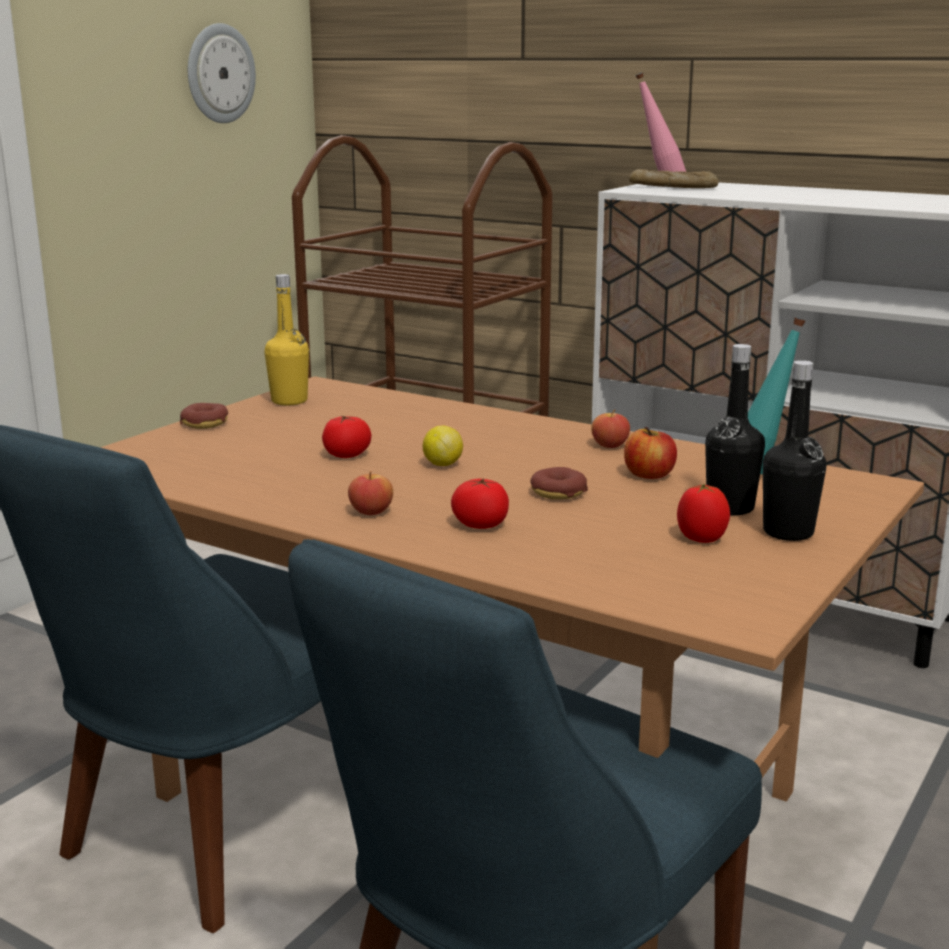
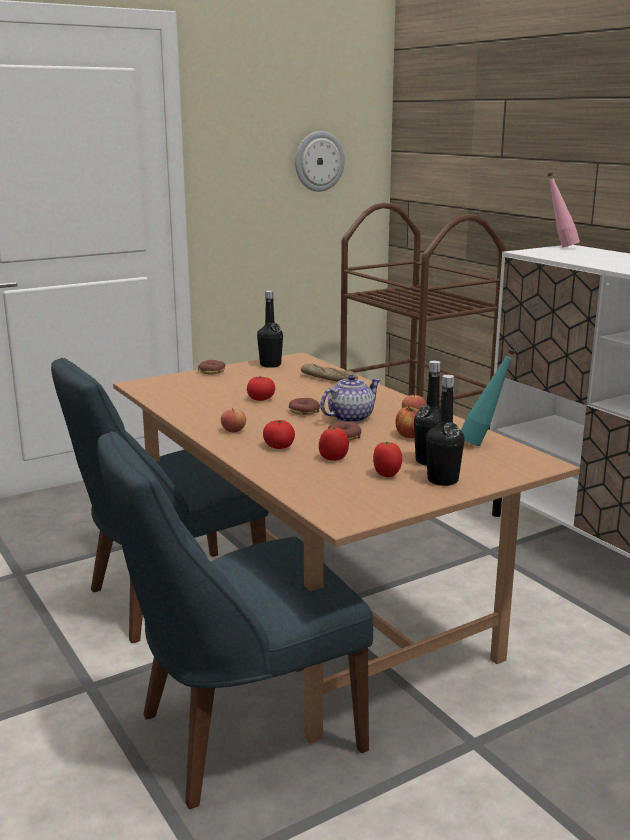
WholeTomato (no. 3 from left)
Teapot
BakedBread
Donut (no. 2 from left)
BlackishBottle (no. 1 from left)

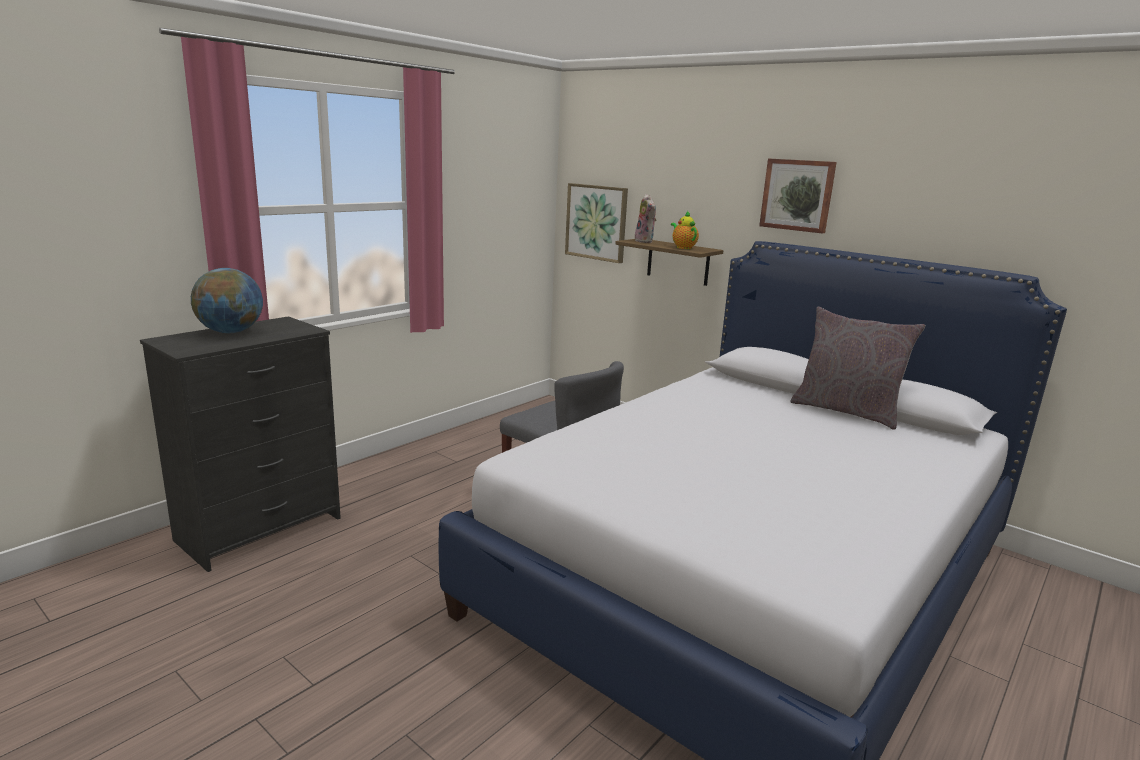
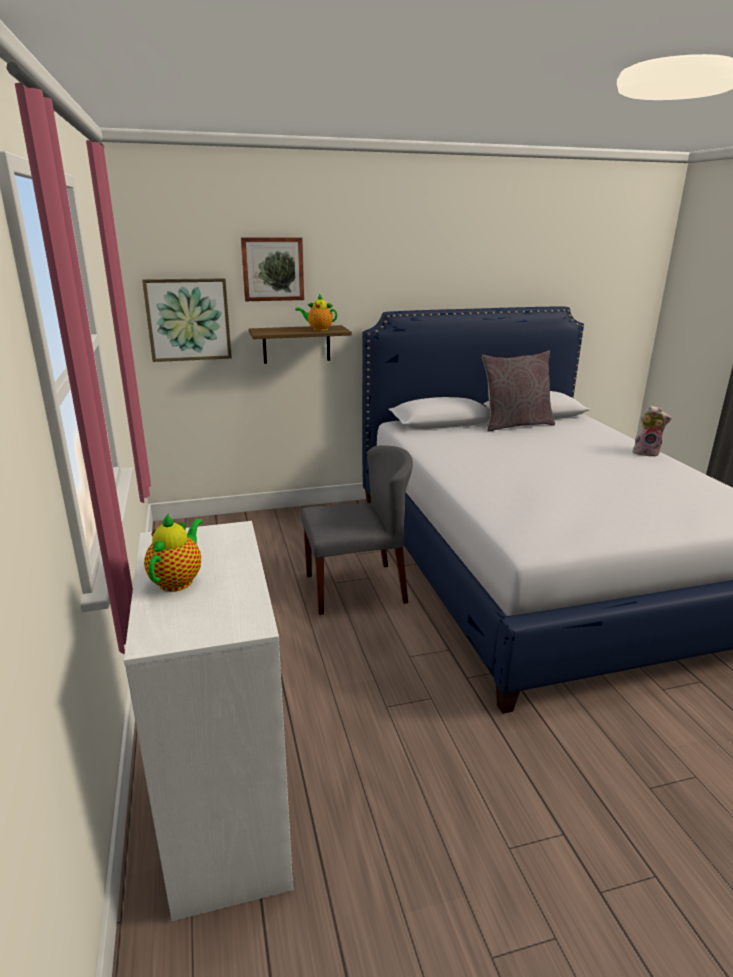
SoftToy
Picture (no. 2 from left)
Teapot (no. 1 from left)
WhiteColouredDrawerChest

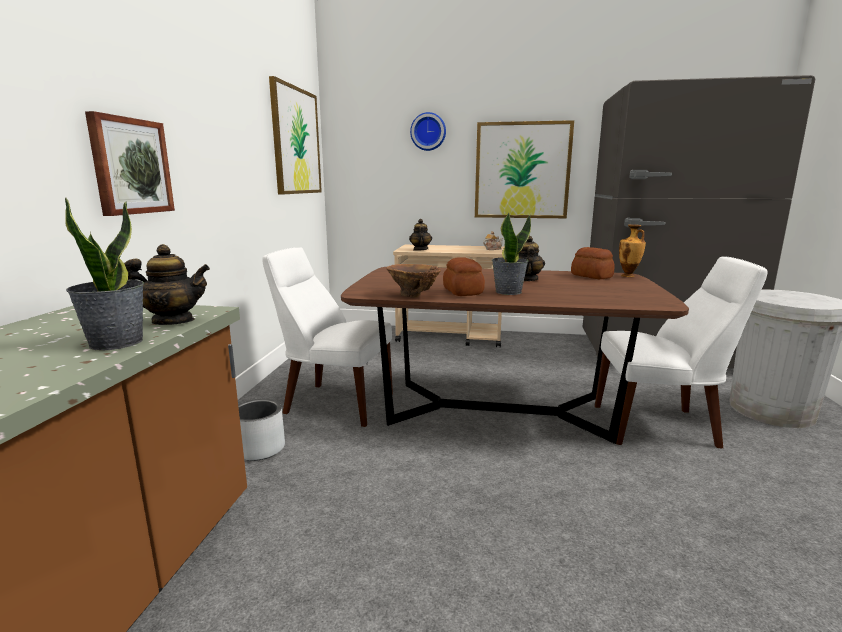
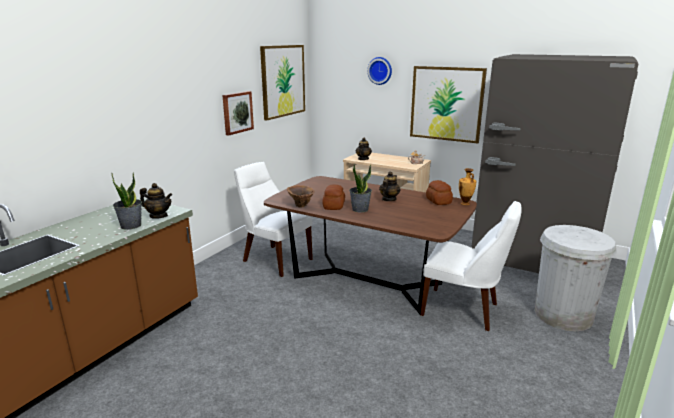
GrayPlanter
Picture (no. 1 from left)

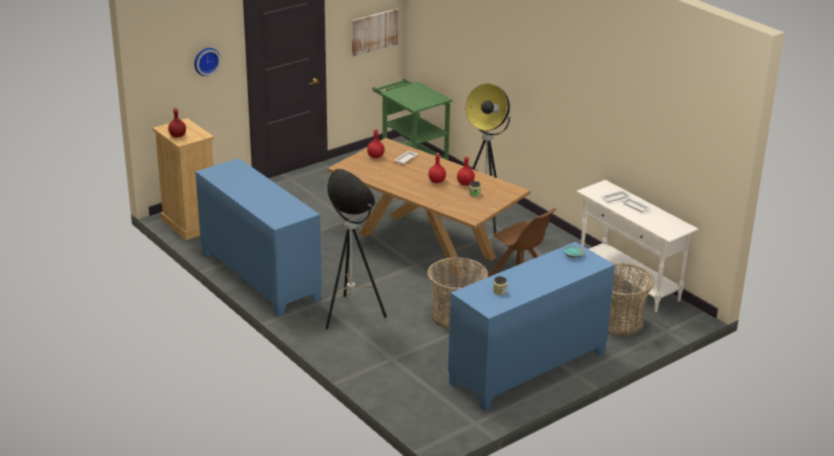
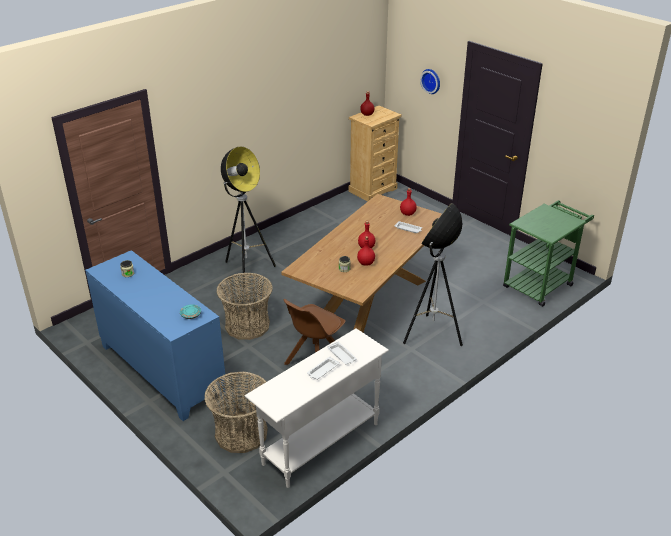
BlueColouredCupboard (no. 1 from left in the first image)
Picture

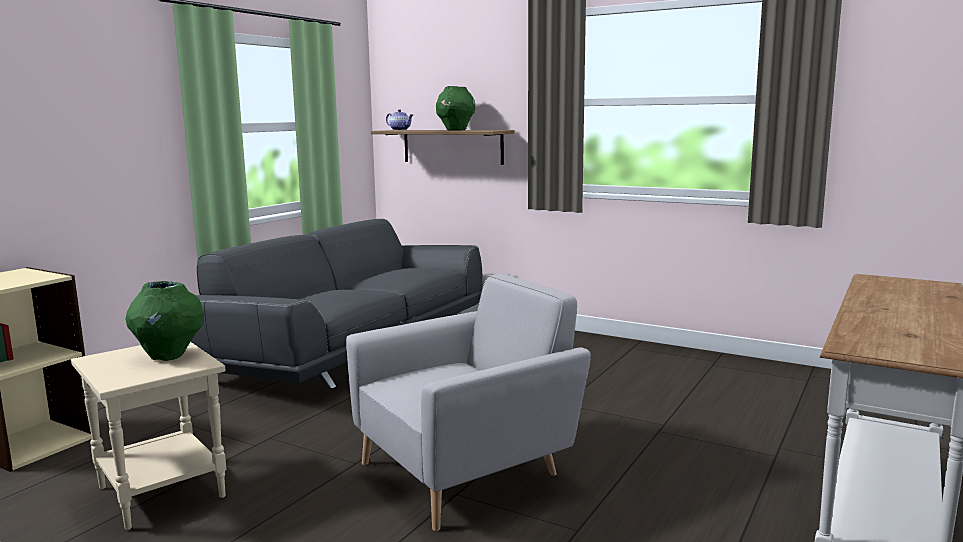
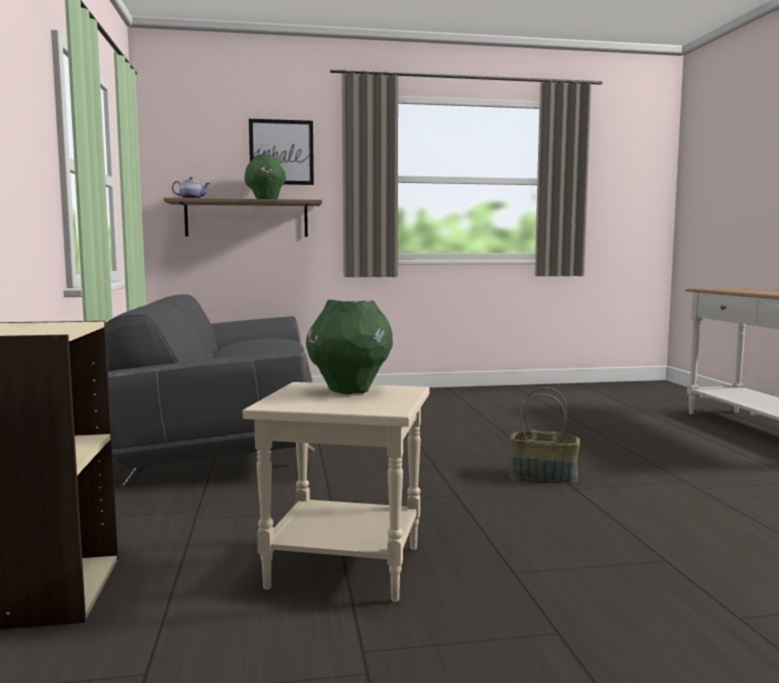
Picture
StorageBasket

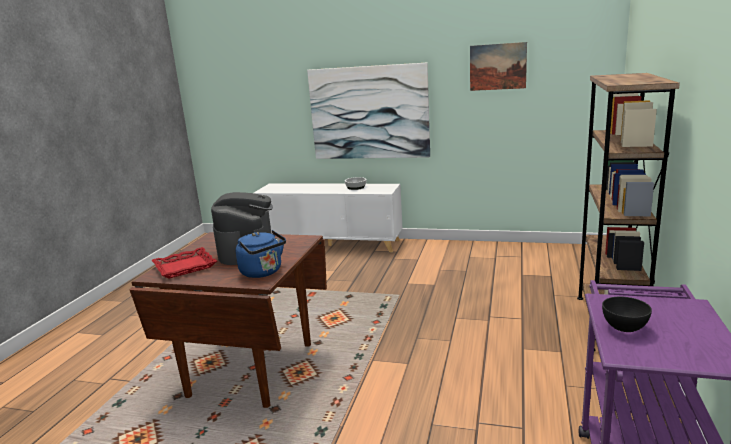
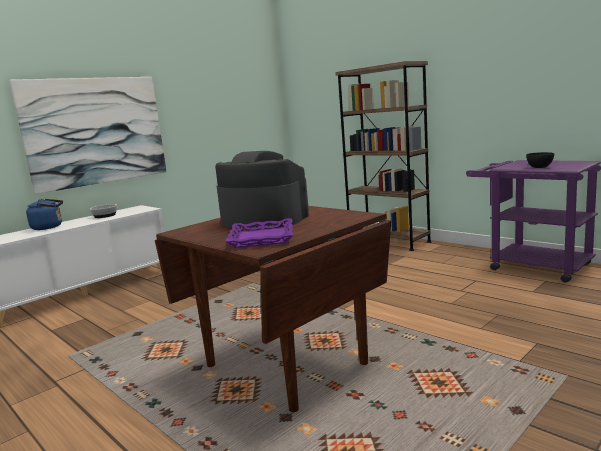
Picture (no. 2 from left in the first image)
BlueColouredWaterKettle
PurplishServingTray

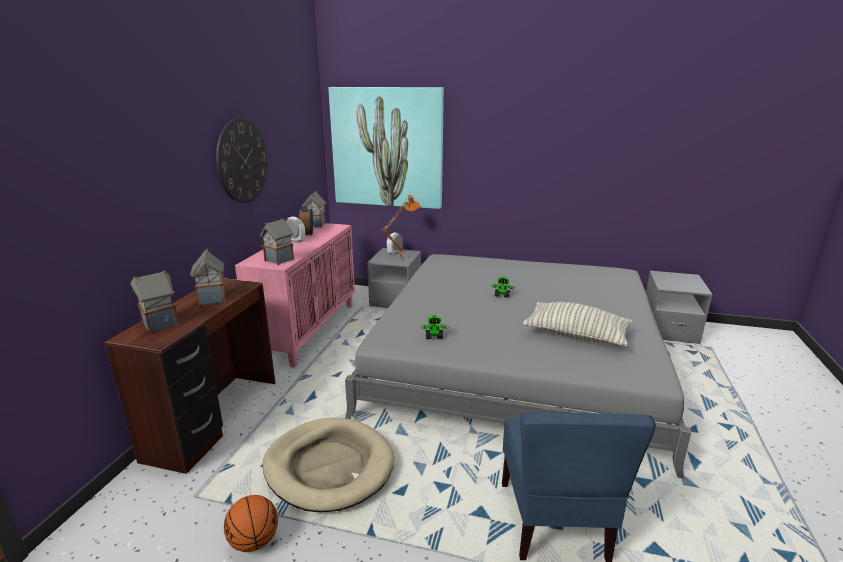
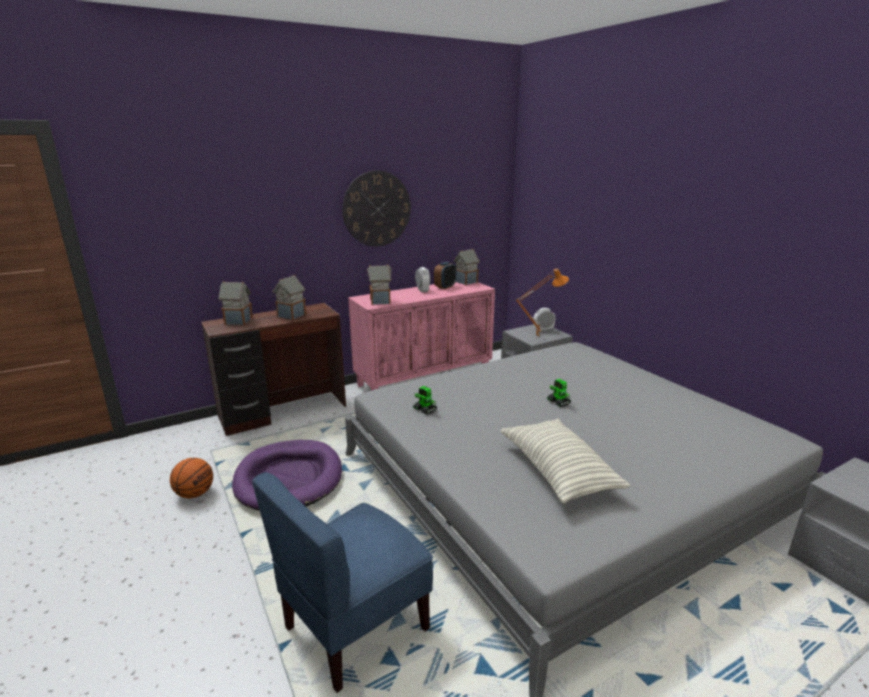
Picture
PurplishDogBed

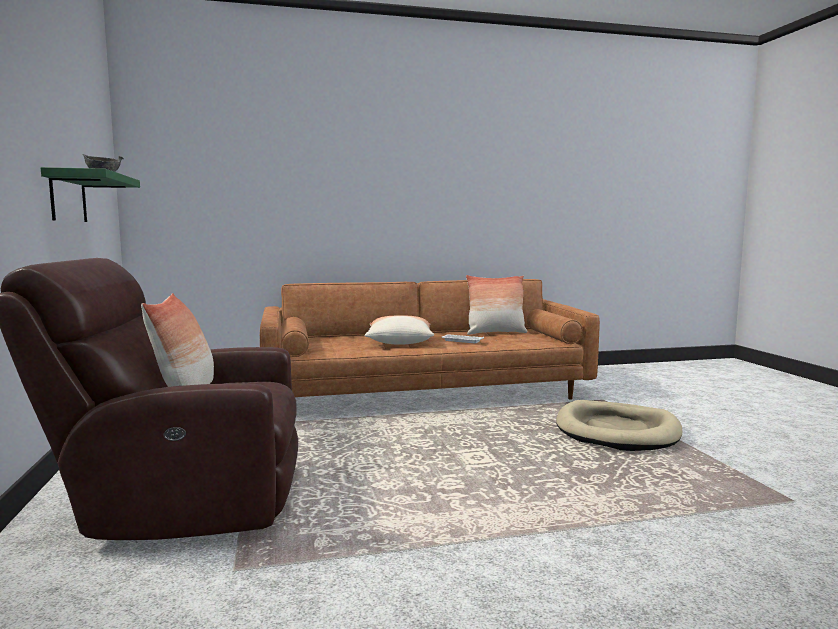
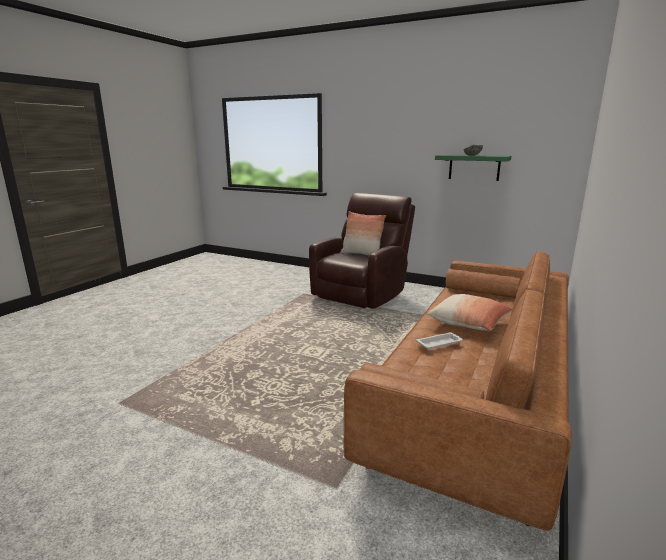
ThrowPillow (no. 3 from left in the first image)
SandColouredDogBed

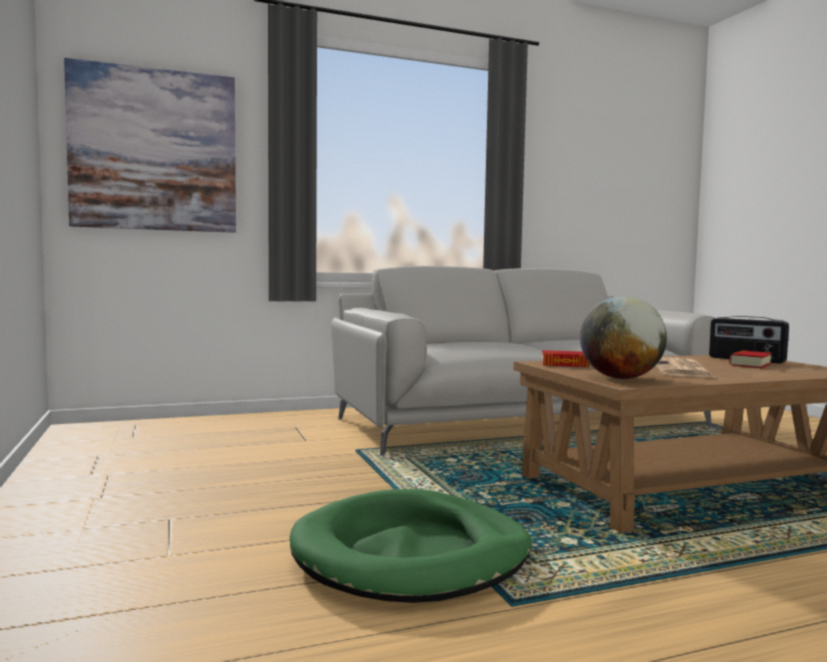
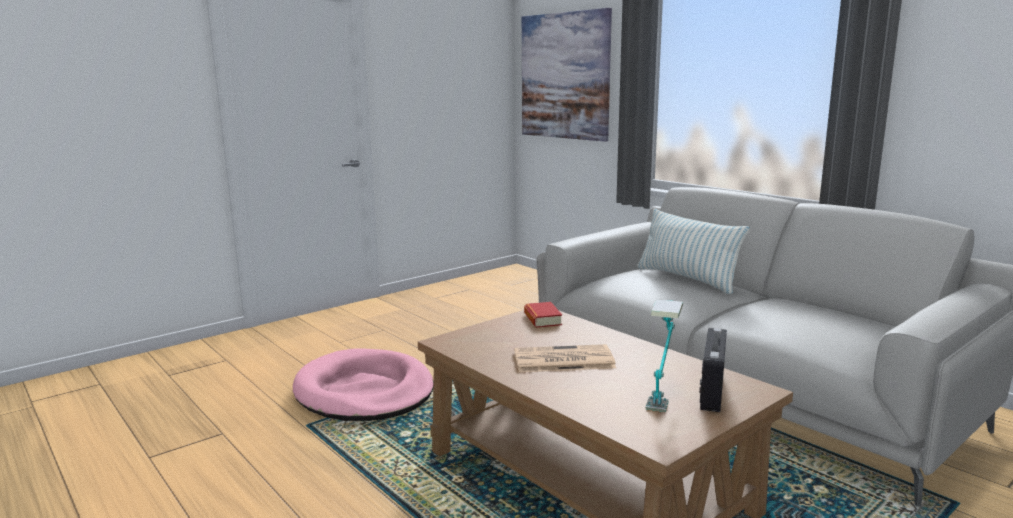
DeskGlobe
ThrowPillow
TableLamp
PinkDogBed

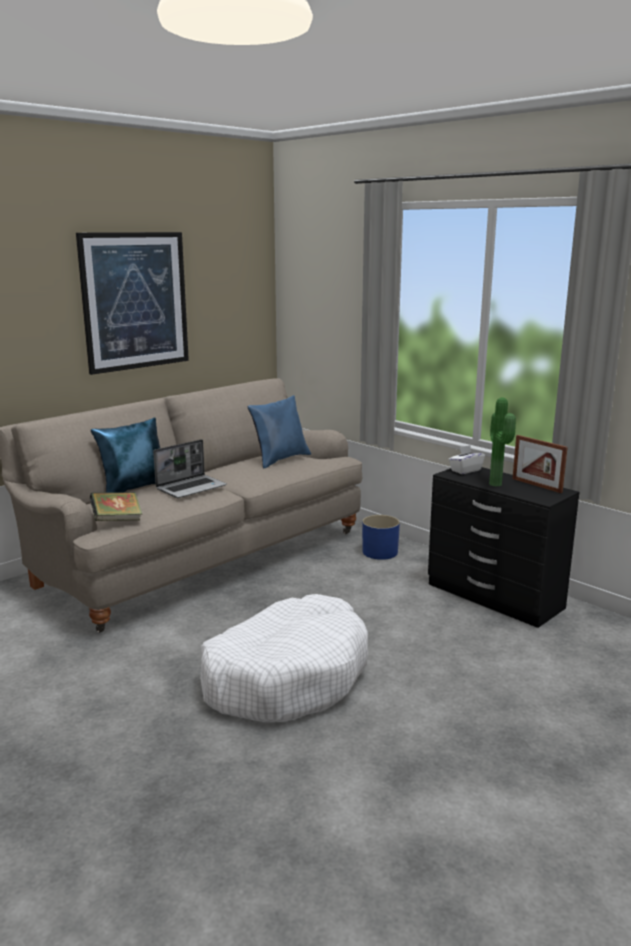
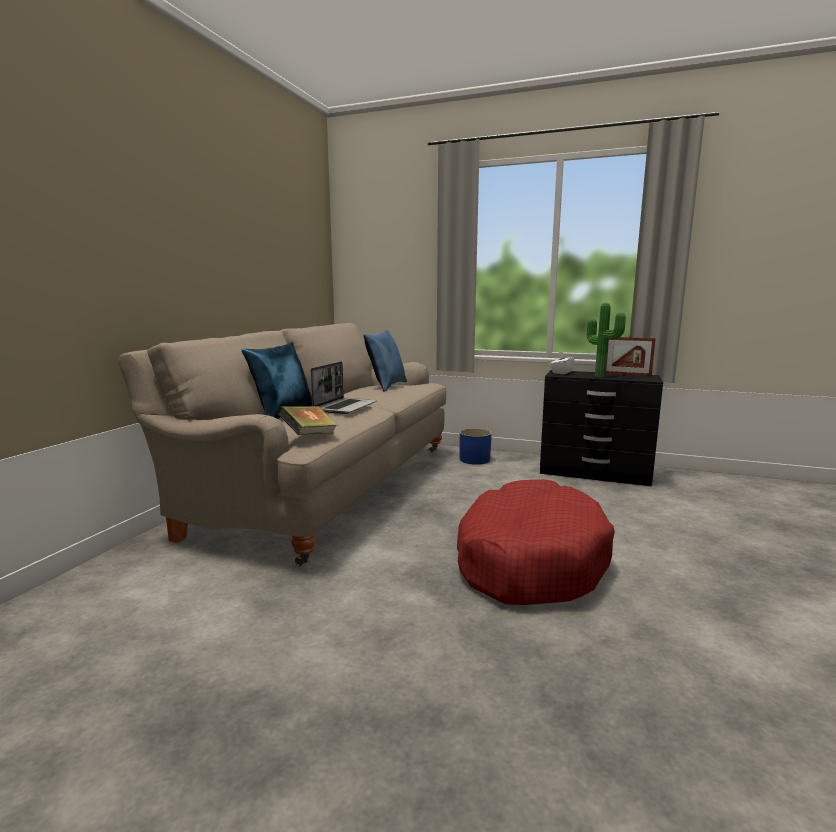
Picture
RedDogBed

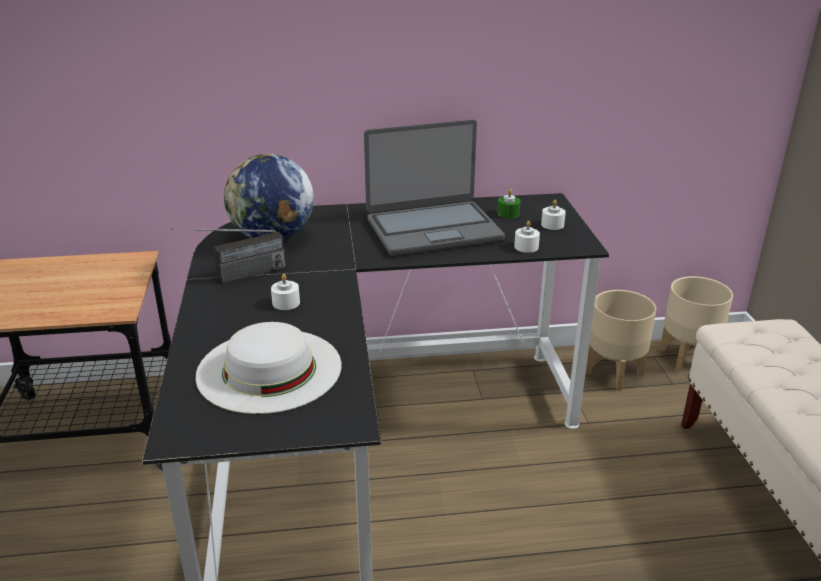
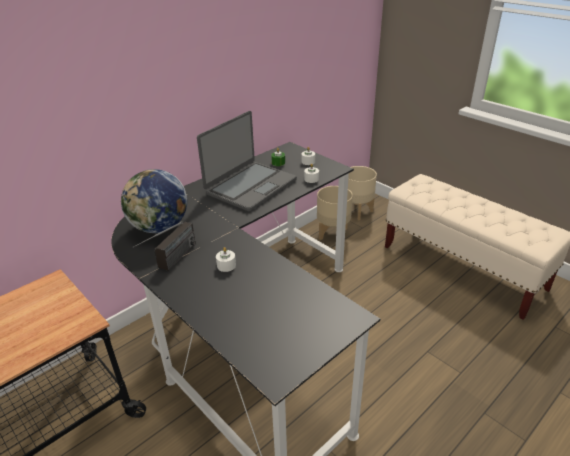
WhiteColouredWearableHat

